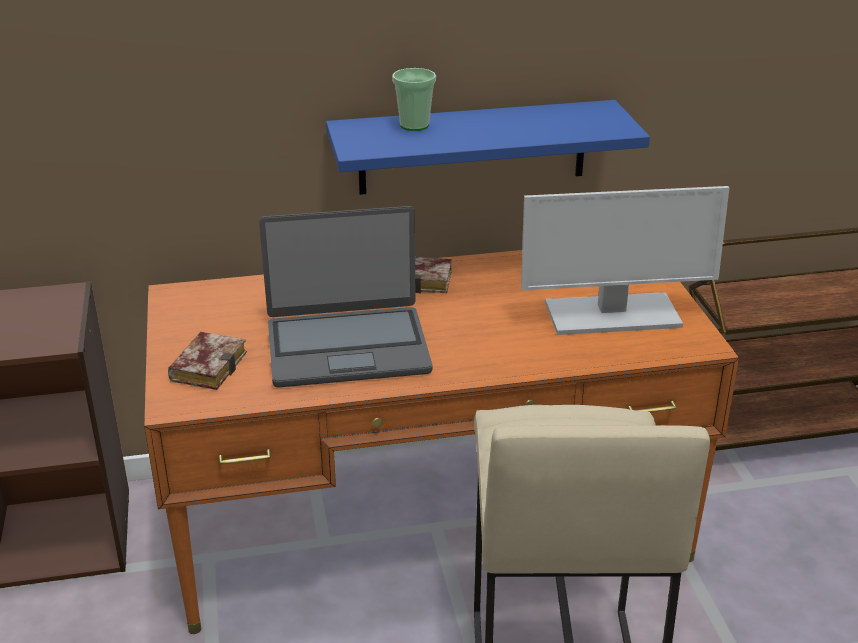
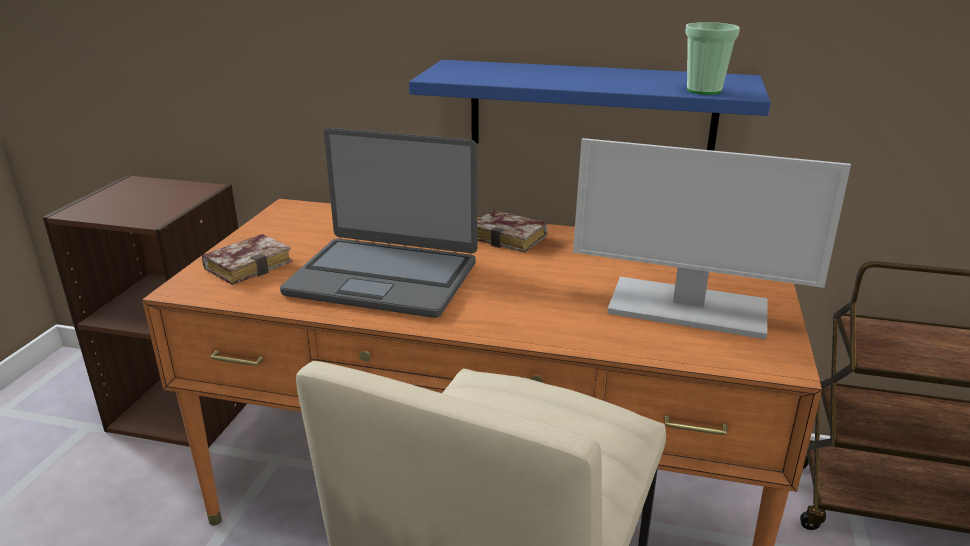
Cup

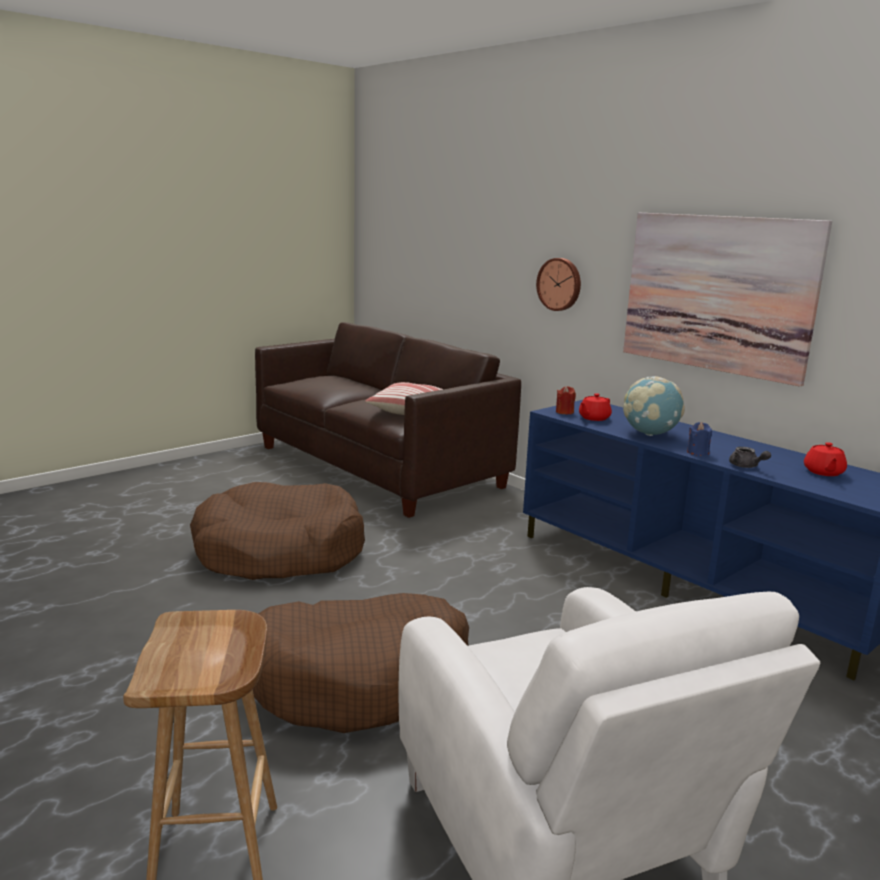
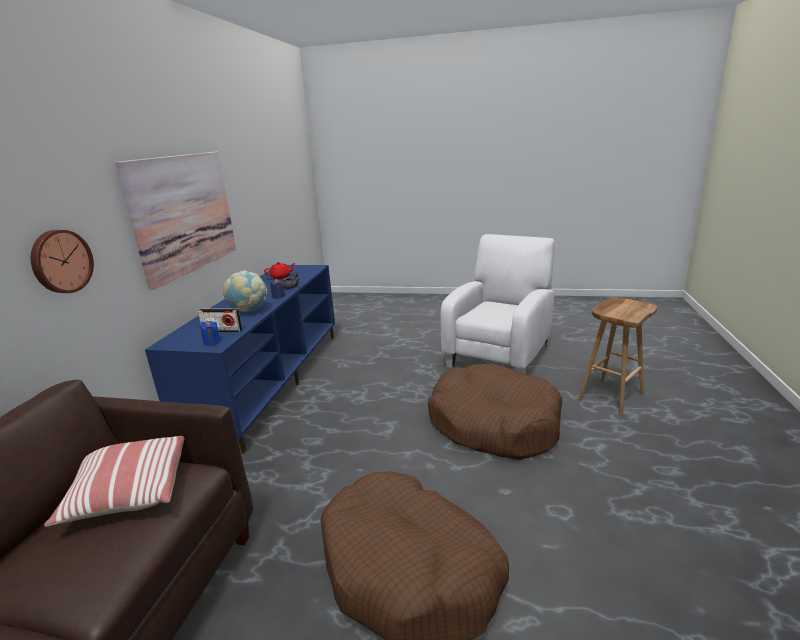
RadioReceiver
BlueColouredWaxLight (no. 1 from left)

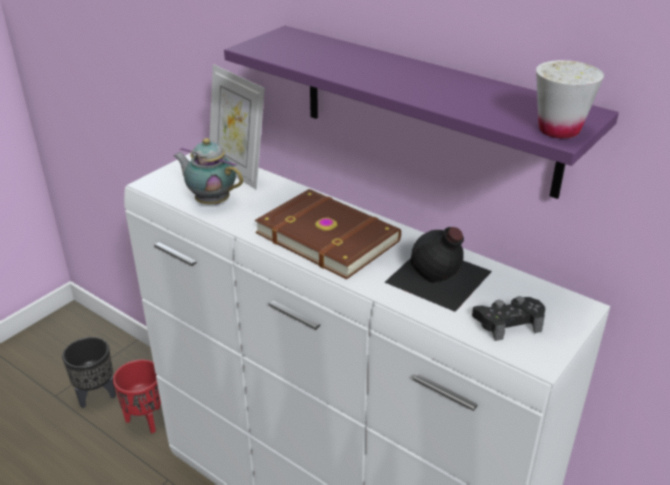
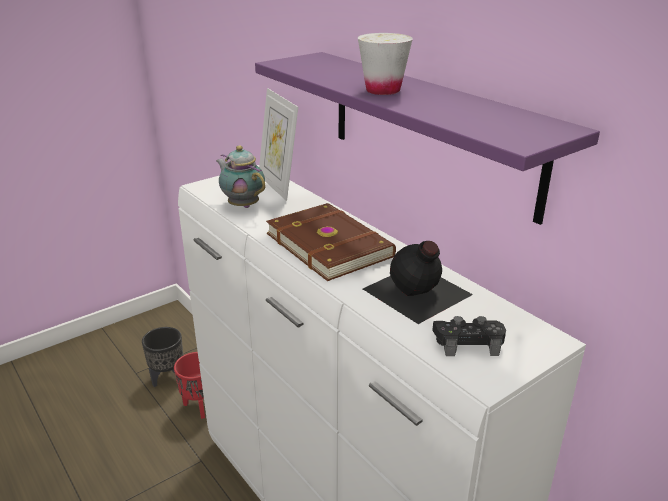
WhiteColouredCup

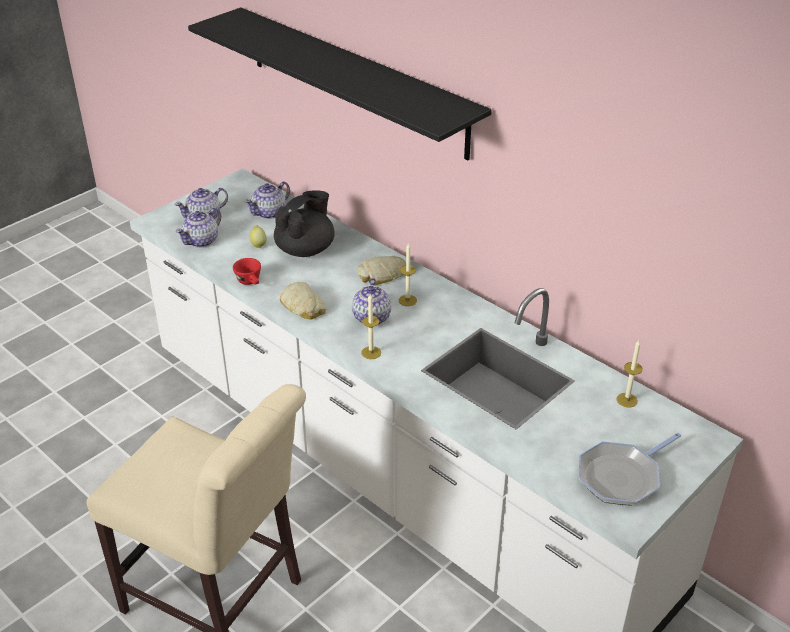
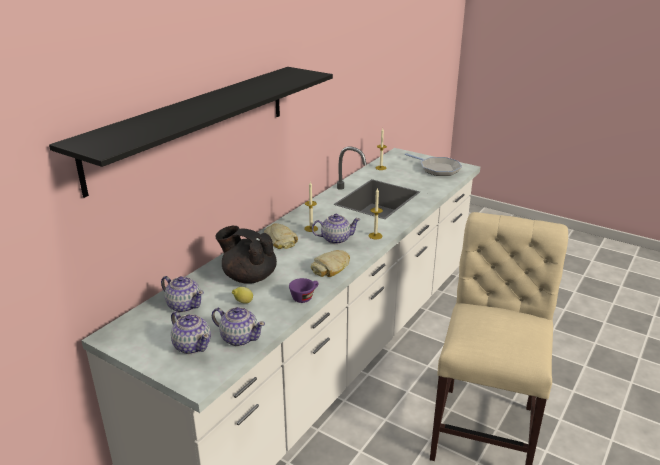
PurplishCup

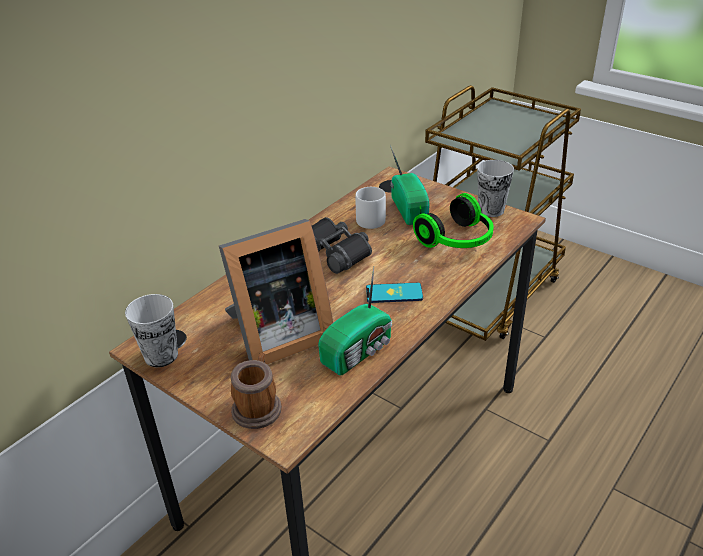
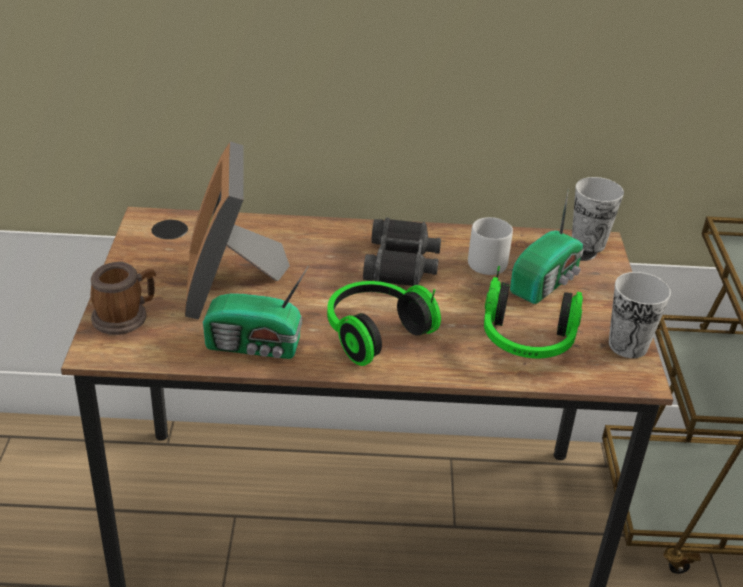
Cup (no. 1 from left)
Headphones (no. 1 from left)
PhotoFrame

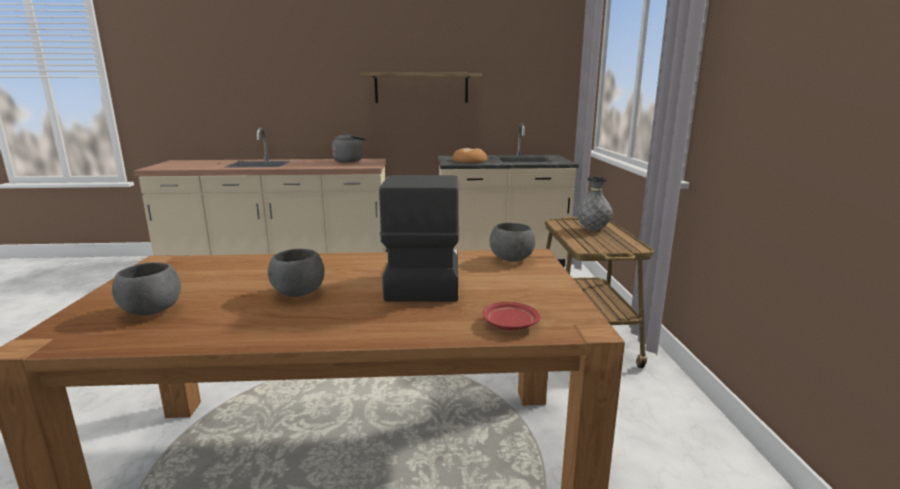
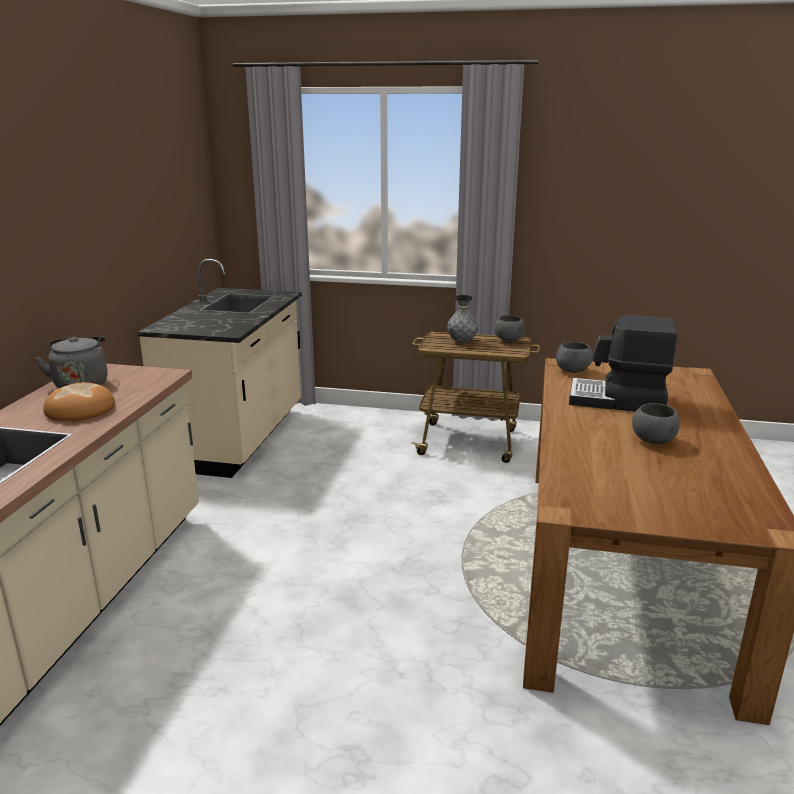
Shelf
RedPlate
GrayDeepDish (no. 1 from left)
BakedBread

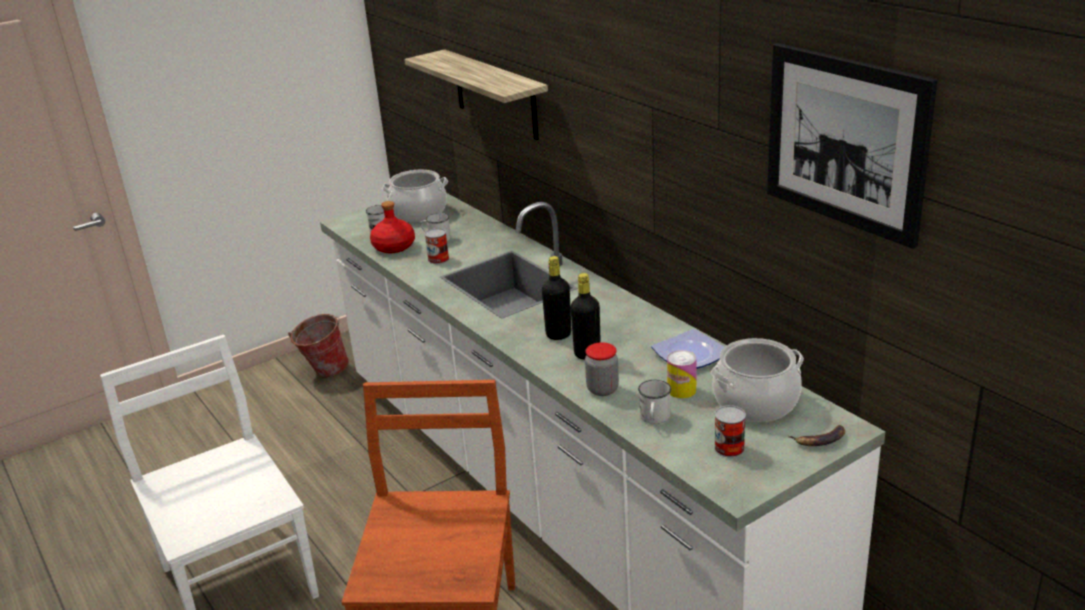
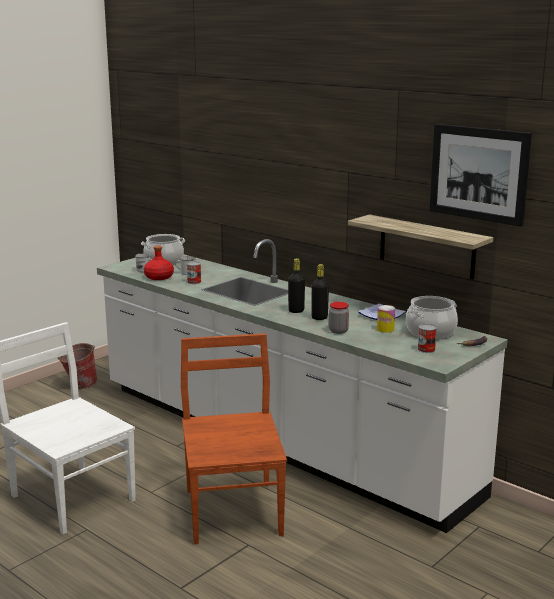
WhiteColouredTeaMug (no. 3 from left in the first image)
Shelf

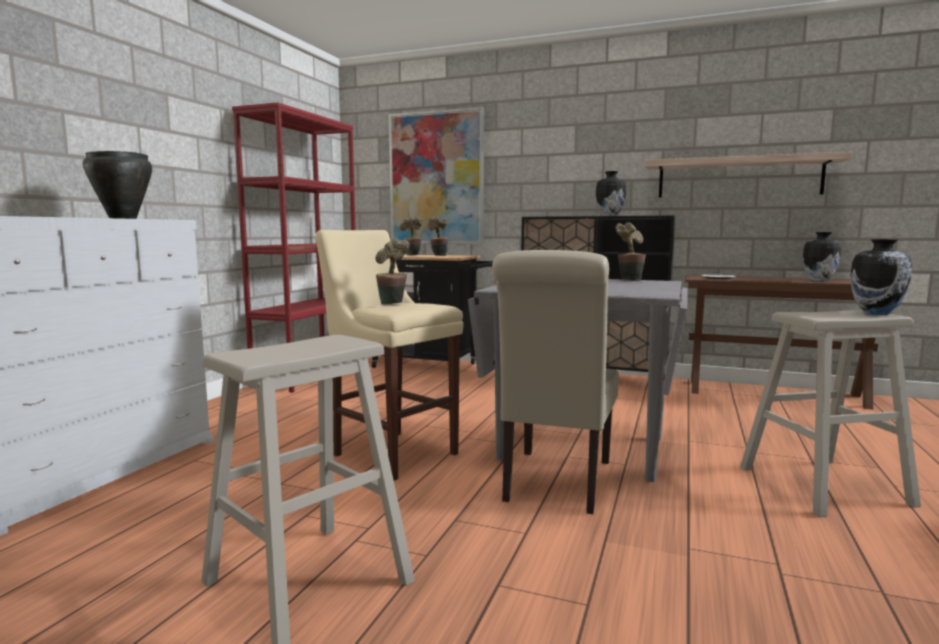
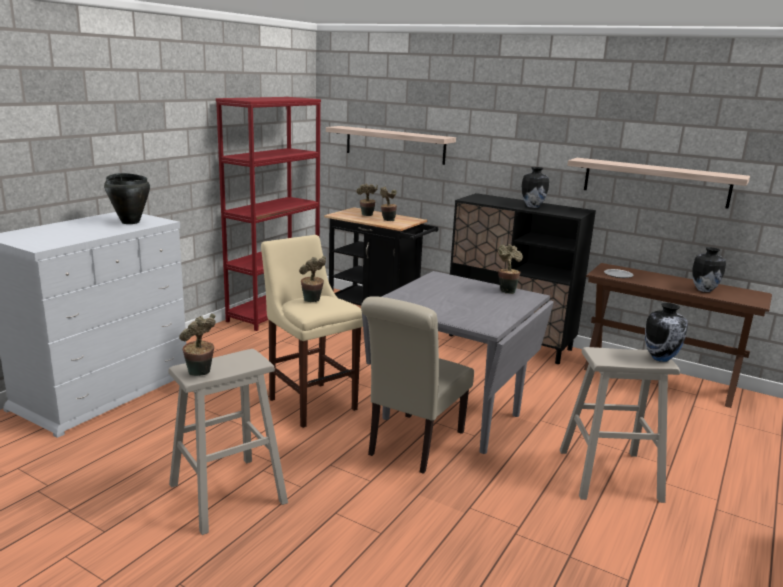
PottedPlant (no. 1 from left)
Shelf (no. 1 from left)

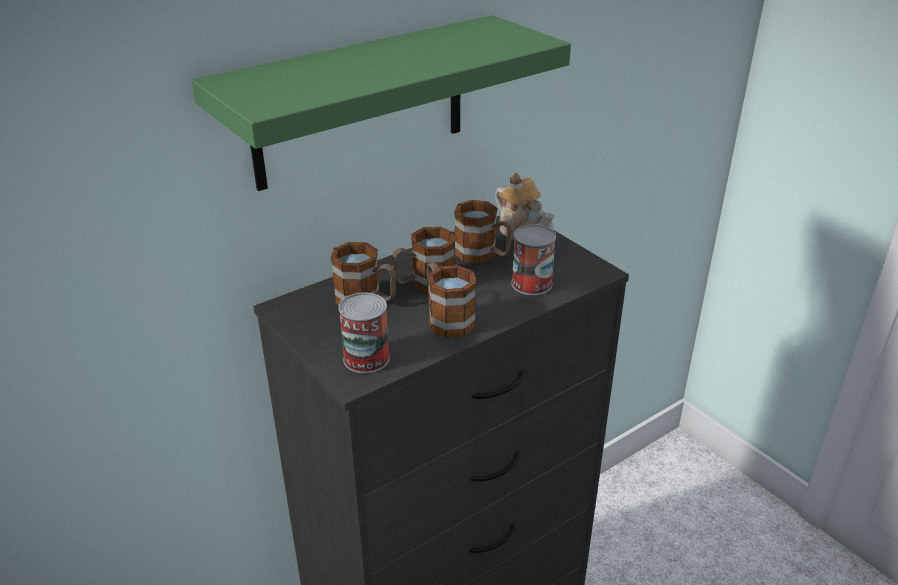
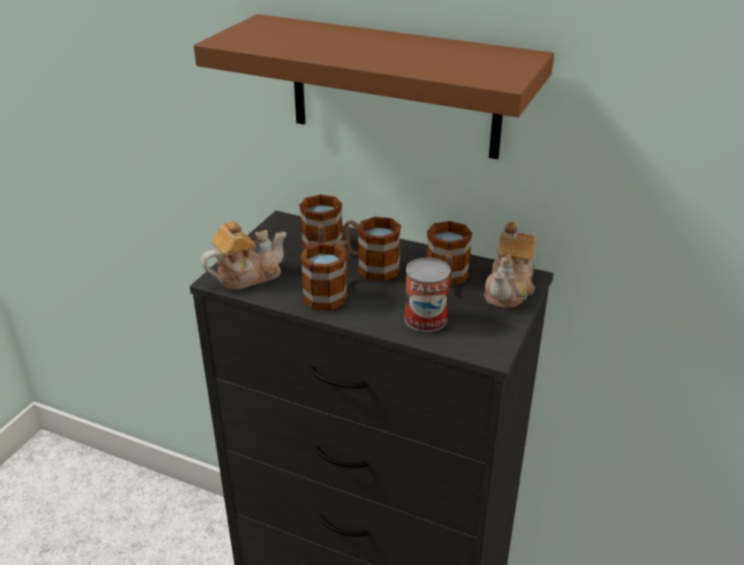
Teapot (no. 1 from left)
BrownColouredShelf

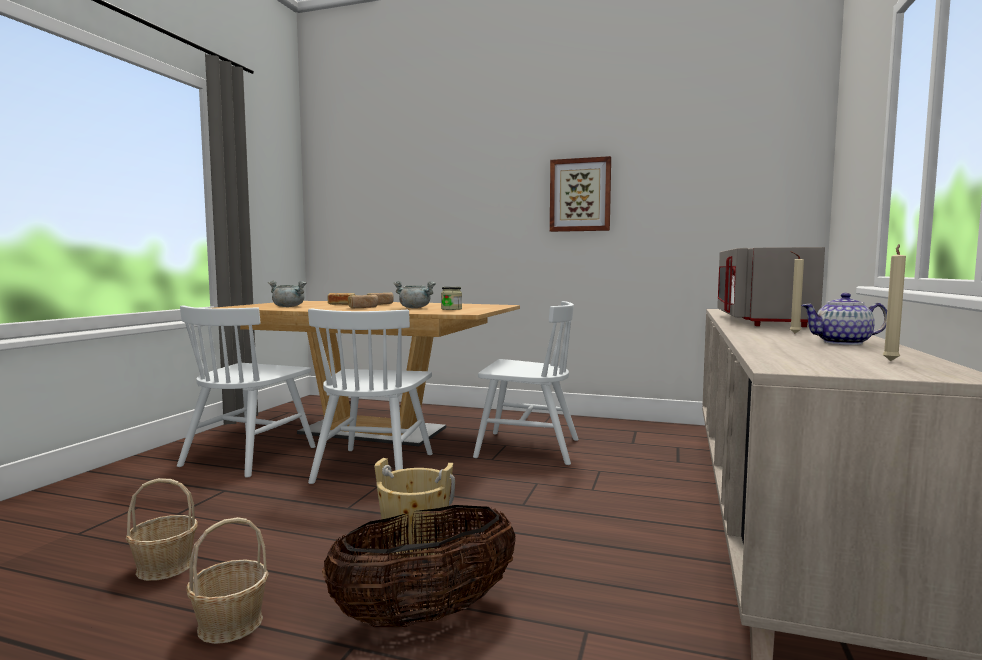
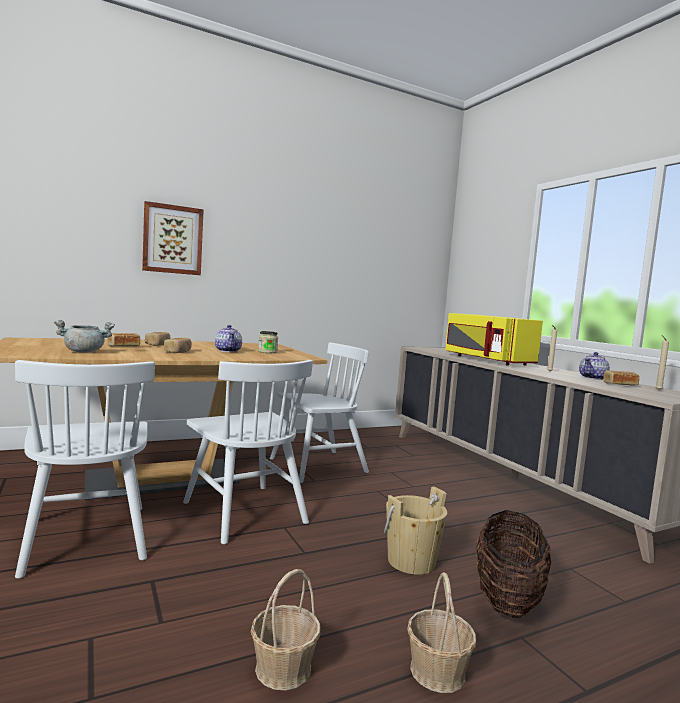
BakedBread (no. 4 from left)
Picture
Teapot (no. 1 from left)
YellowMicrowaveOven

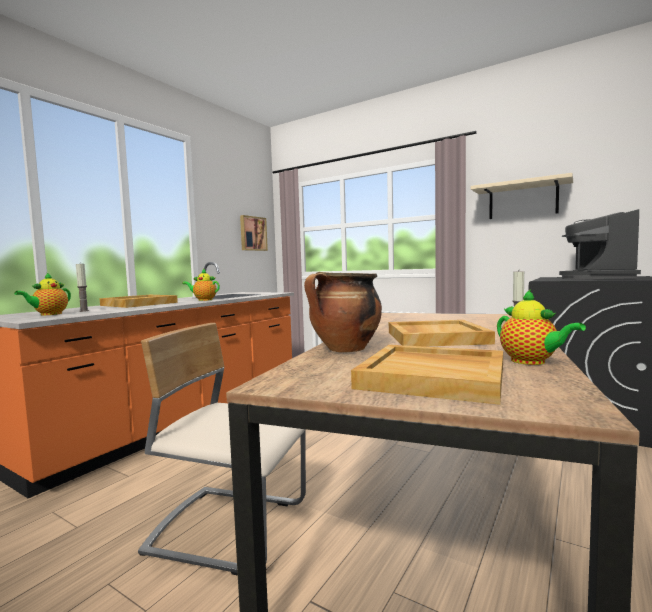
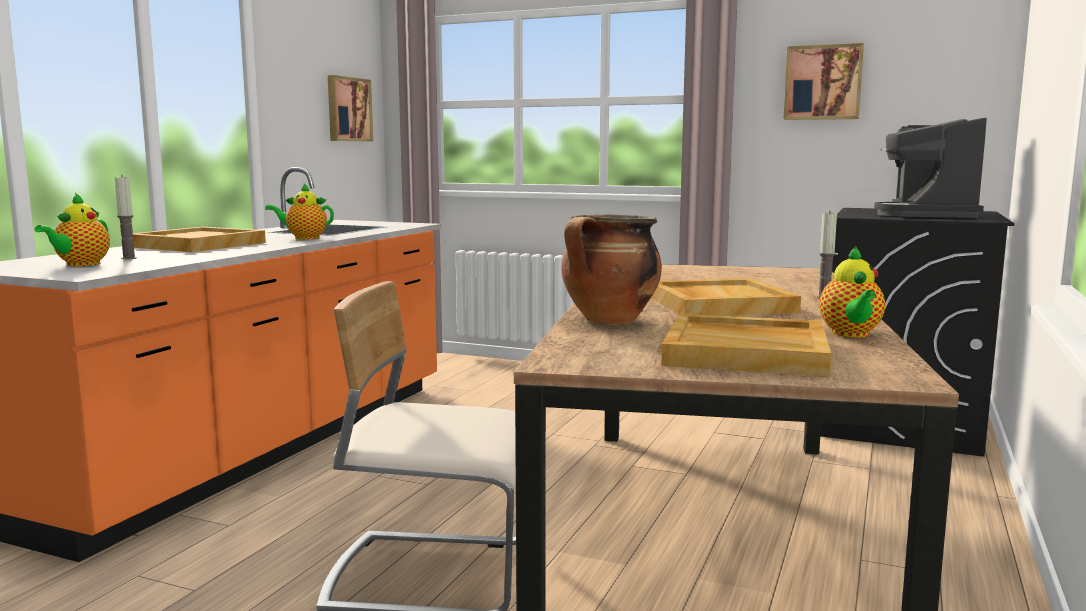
Picture (no. 2 from left)
Teapot (no. 3 from left)

